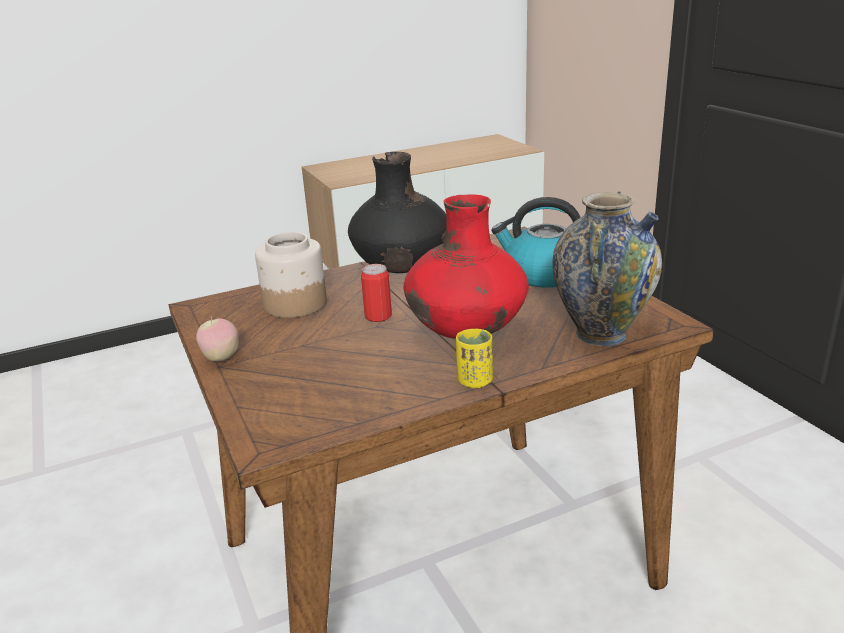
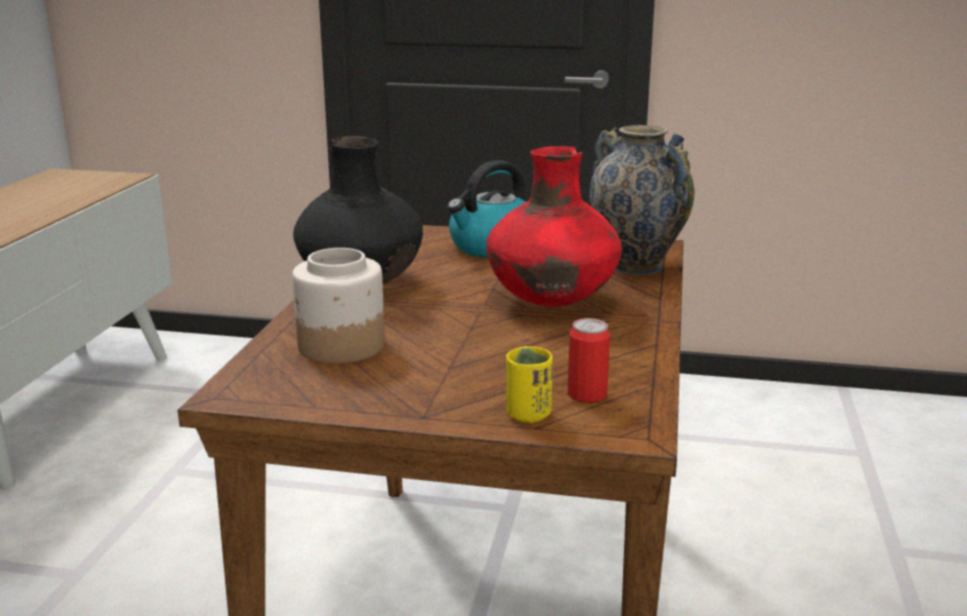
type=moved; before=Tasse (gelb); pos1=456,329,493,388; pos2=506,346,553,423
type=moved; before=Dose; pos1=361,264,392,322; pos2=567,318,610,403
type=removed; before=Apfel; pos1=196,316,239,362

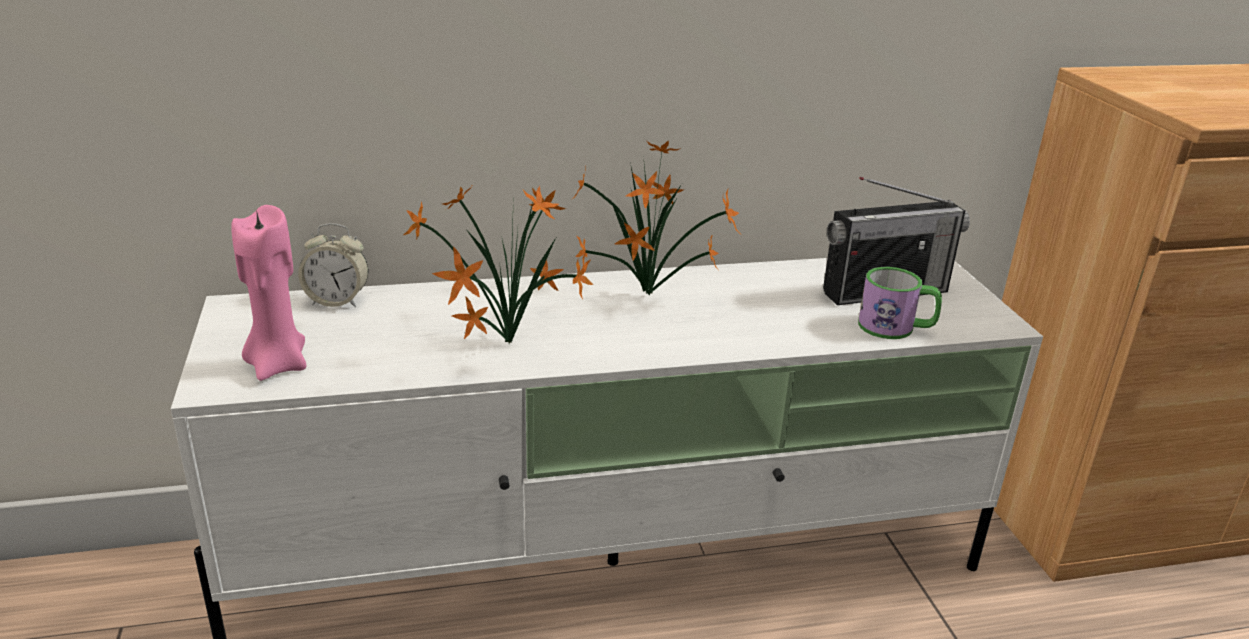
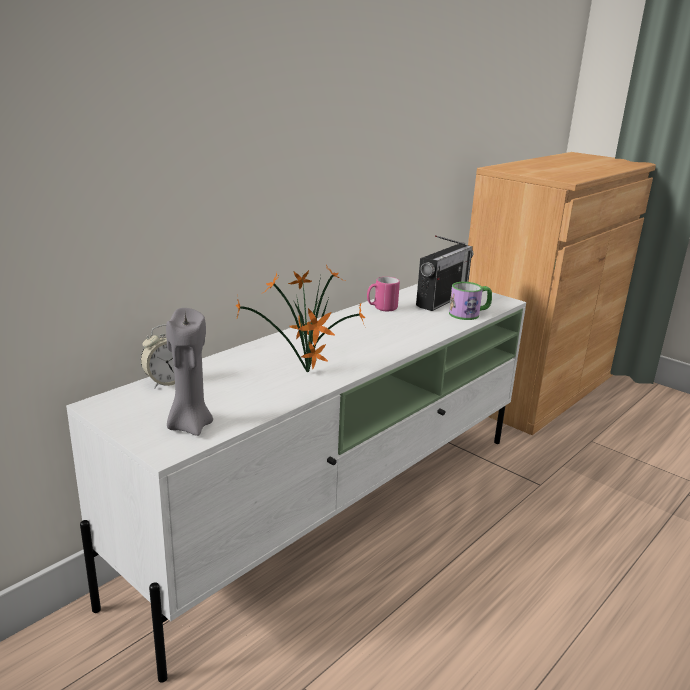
type=recoloured; before=Kerze (rosa); after=Kerze (grau); pos1=231,205,307,381; pos2=166,308,213,436
type=added; after=Henkelbecher (rosa); pos2=367,277,400,312
type=removed; before=Topfpflanze; pos1=571,140,740,296

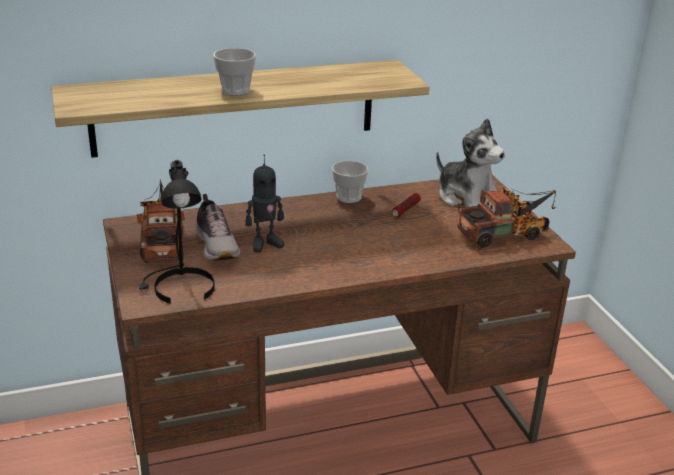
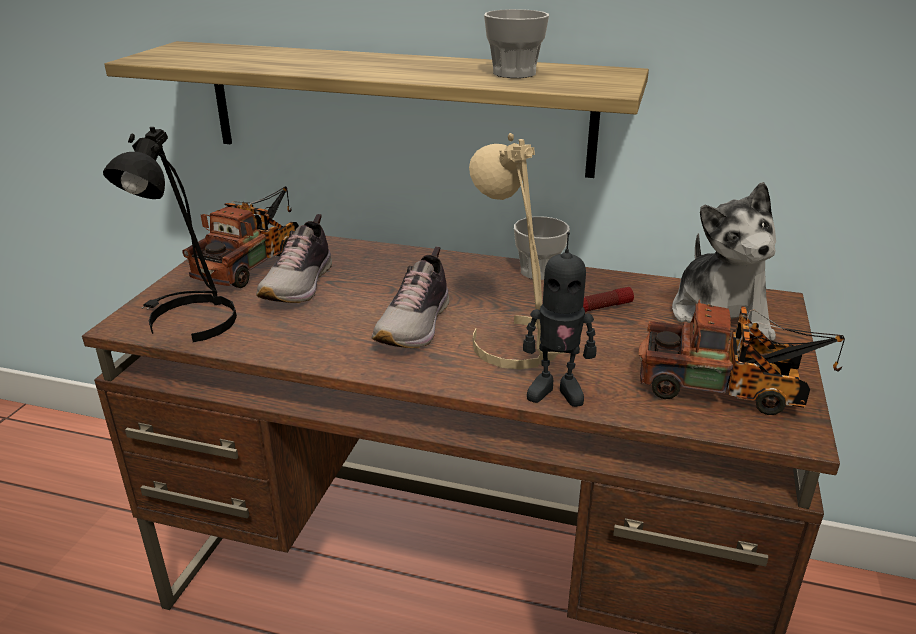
type=added; after=Schuh; pos2=372,247,449,348
type=added; after=Tischlampe (beige); pos2=469,133,563,370
type=moved; before=Tasse; pos1=213,48,256,96; pos2=484,9,549,78
type=moved; before=Spielzeugroboter; pos1=245,154,284,252; pos2=523,232,596,407

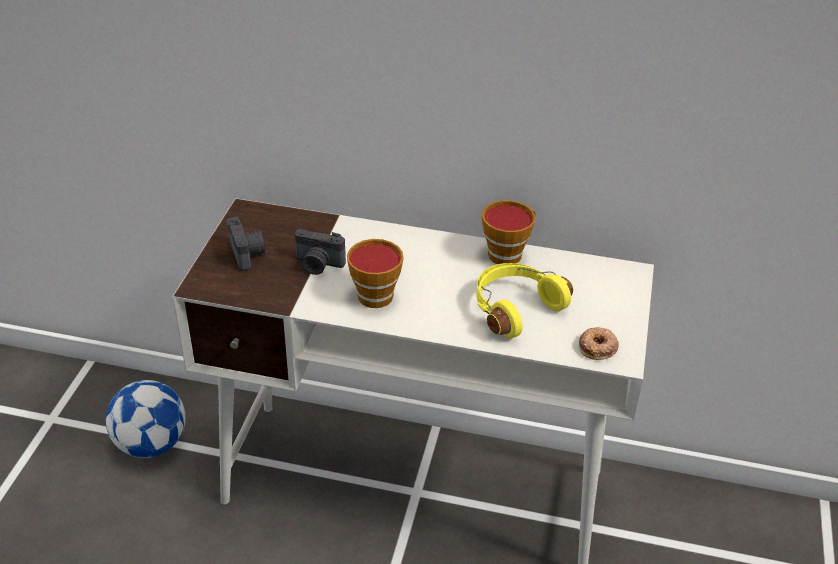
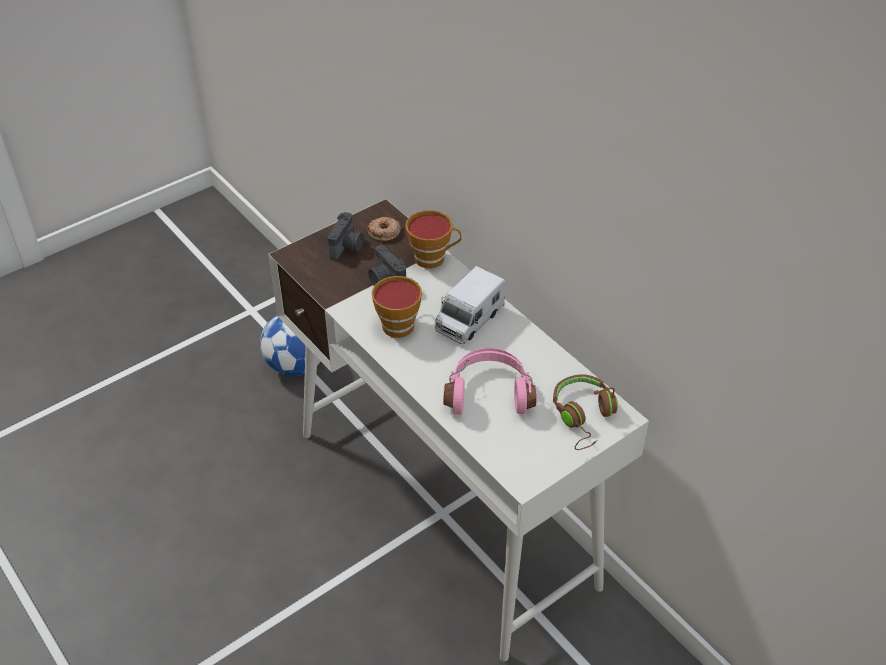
type=moved; before=Donut; pos1=579,327,619,360; pos2=368,217,401,241
type=moved; before=Tasse; pos1=482,200,536,264; pos2=405,210,462,268
type=added; after=Spielzeuglaster; pos2=435,266,505,344
type=recoloured; before=Kopfhörer (gelb); after=Kopfhörer (rosa); pos1=476,263,573,338; pos2=443,348,537,415
type=added; after=Kopfhörer (braun); pos2=553,374,618,450

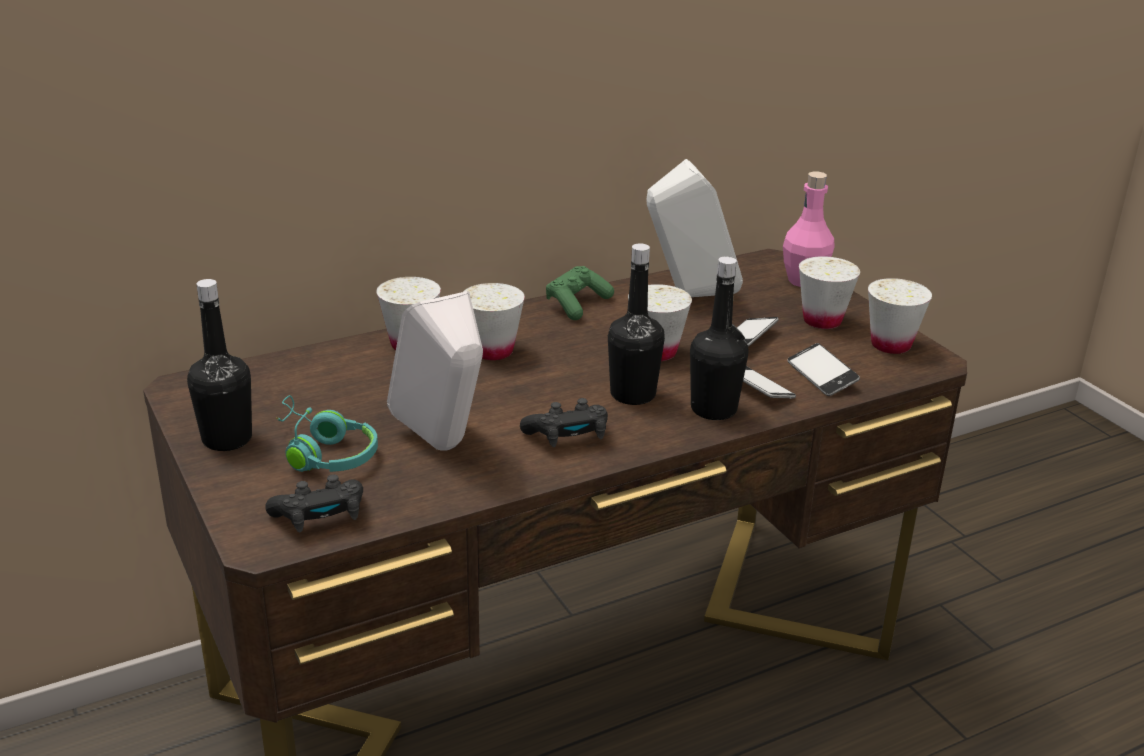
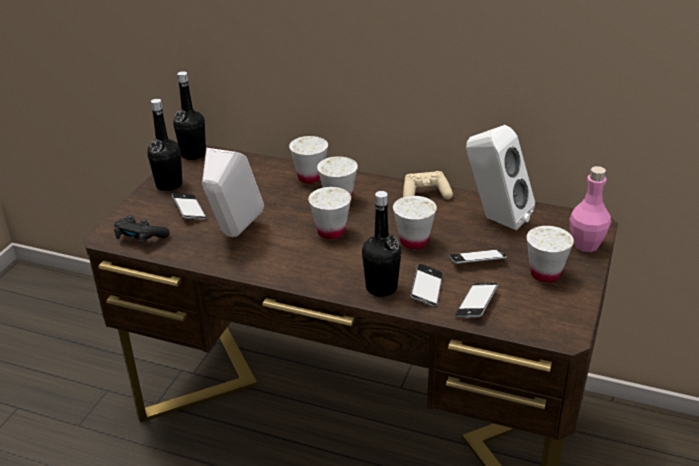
type=replaced; before=Kopfhörer (türkis); after=Handy; pos1=276,395,378,472; pos2=172,193,207,220
type=moved; before=Flasche (schwarz); pos1=608,243,665,405; pos2=173,71,206,160
type=moved; before=Tasse (weiß); pos1=868,278,932,354; pos2=308,187,351,239
type=recoloured; before=Gamepad (grün); after=Gamepad (beige); pos1=546,266,614,320; pos2=403,171,453,200
type=removed; before=Gamepad (schwarz); pos1=520,398,608,447

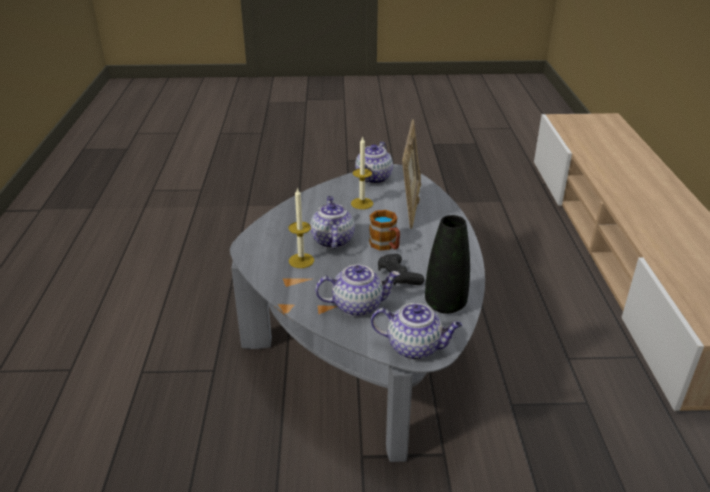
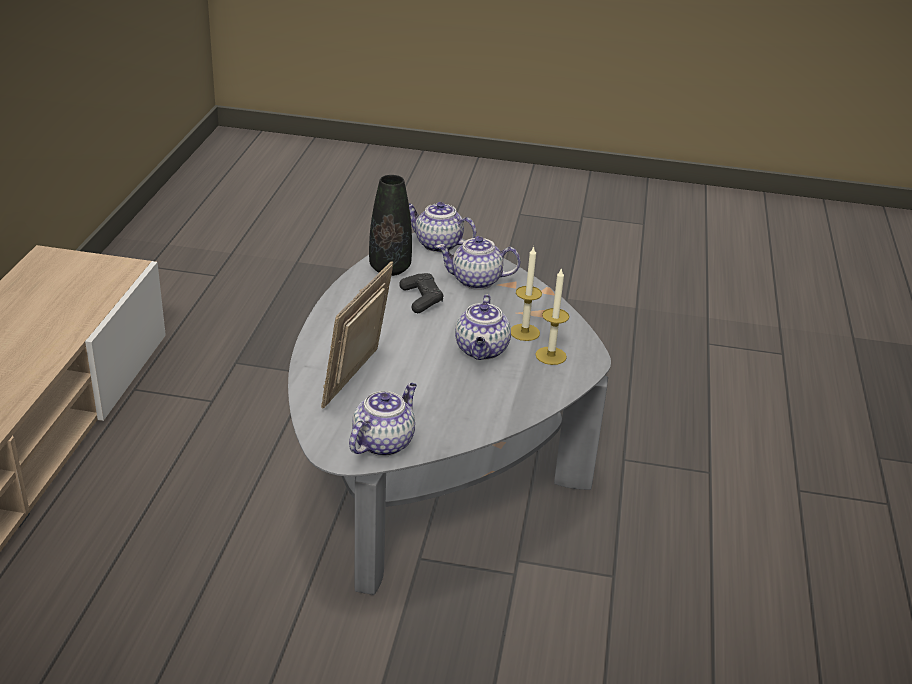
type=moved; before=Kerze; pos1=351,136,373,209; pos2=535,268,569,365
type=removed; before=Henkelbecher; pos1=369,210,400,251

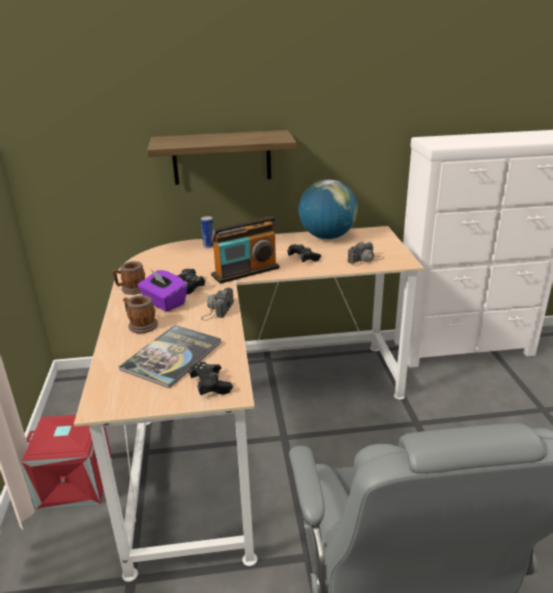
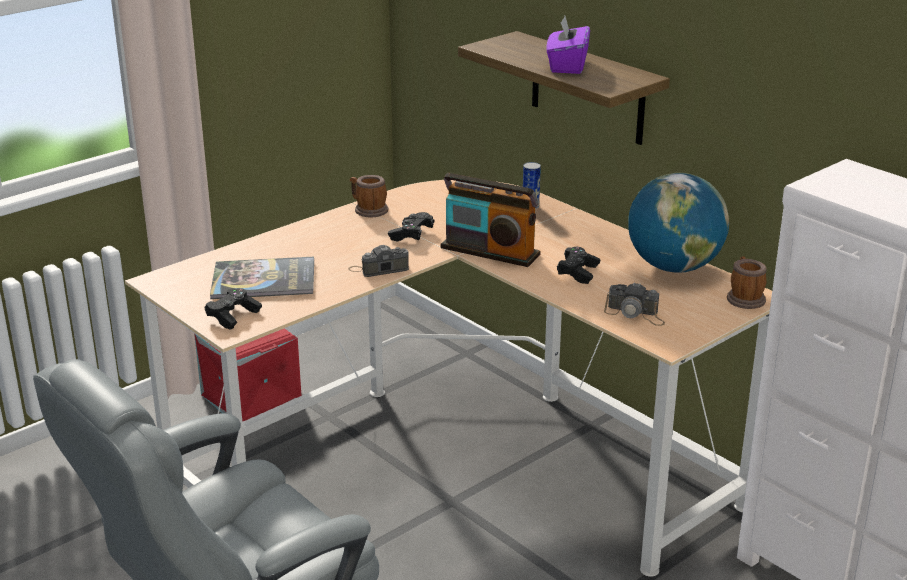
type=moved; before=Taschentuchbox (lila); pos1=137,270,187,312; pos2=546,16,590,74
type=moved; before=Henkelbecher; pos1=123,295,158,334; pos2=727,256,767,309

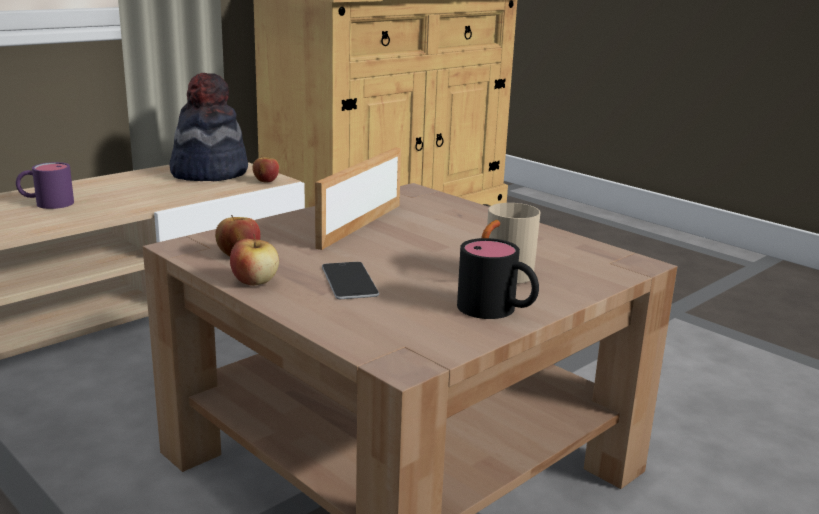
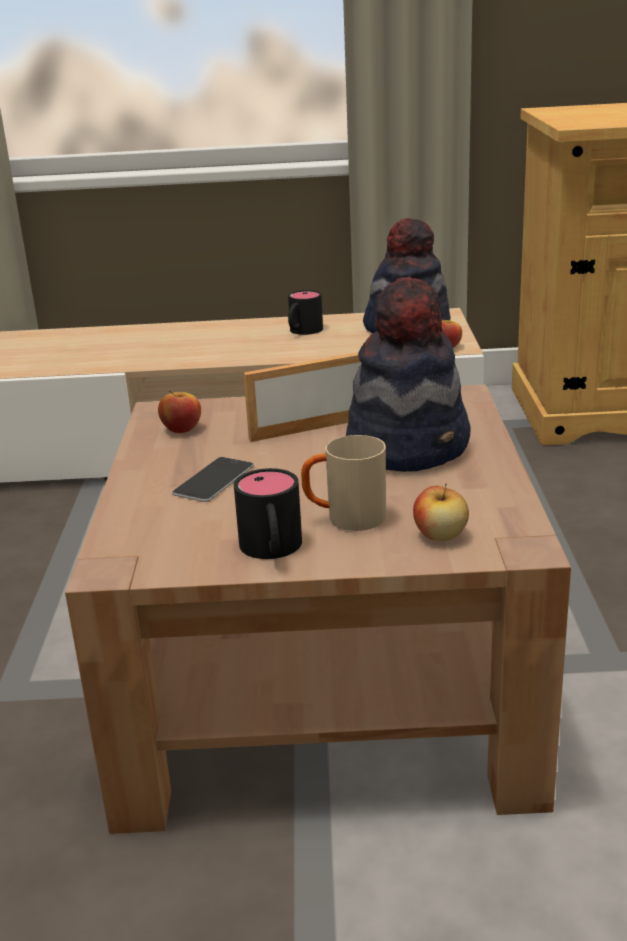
type=added; after=Henkelbecher (schwarz); pos2=288,290,323,335
type=added; after=Hut; pos2=346,276,471,472
type=moved; before=Apfel; pos1=230,234,279,286; pos2=413,484,469,541
type=removed; before=Henkelbecher (lila); pos1=16,162,74,209

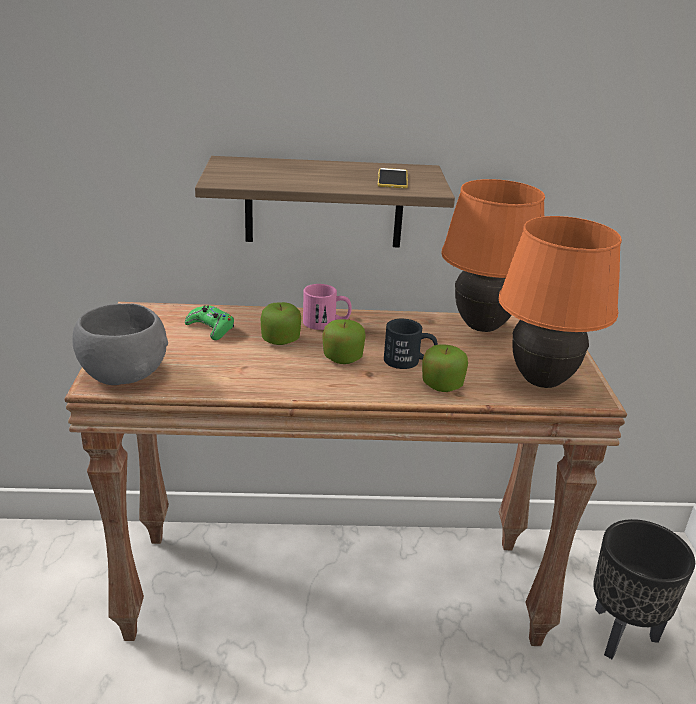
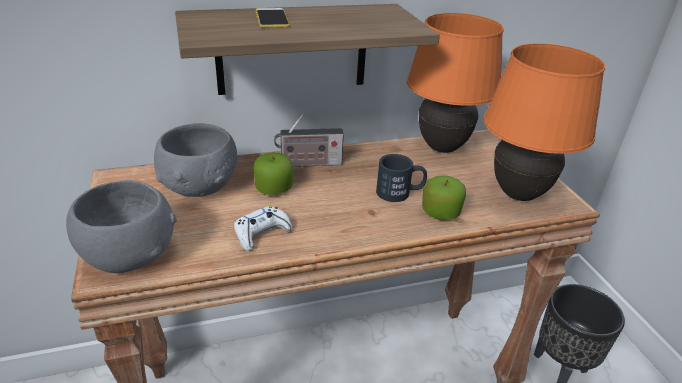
type=replaced; before=Gamepad (grün); after=Schüssel (grau); pos1=185,305,234,340; pos2=154,123,237,197
type=added; after=Gamepad (weiß); pos2=234,206,293,251
type=moved; before=Handy; pos1=377,168,408,188; pos2=256,8,290,28
type=replaced; before=Henkelbecher (rosa); after=Radio; pos1=303,284,352,330; pos2=274,113,344,167
type=removed; before=Apfel; pos1=322,319,366,364

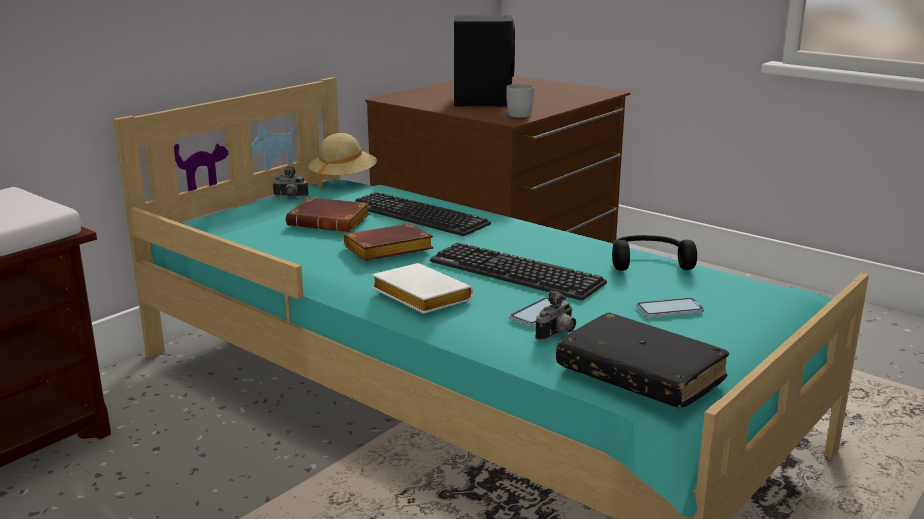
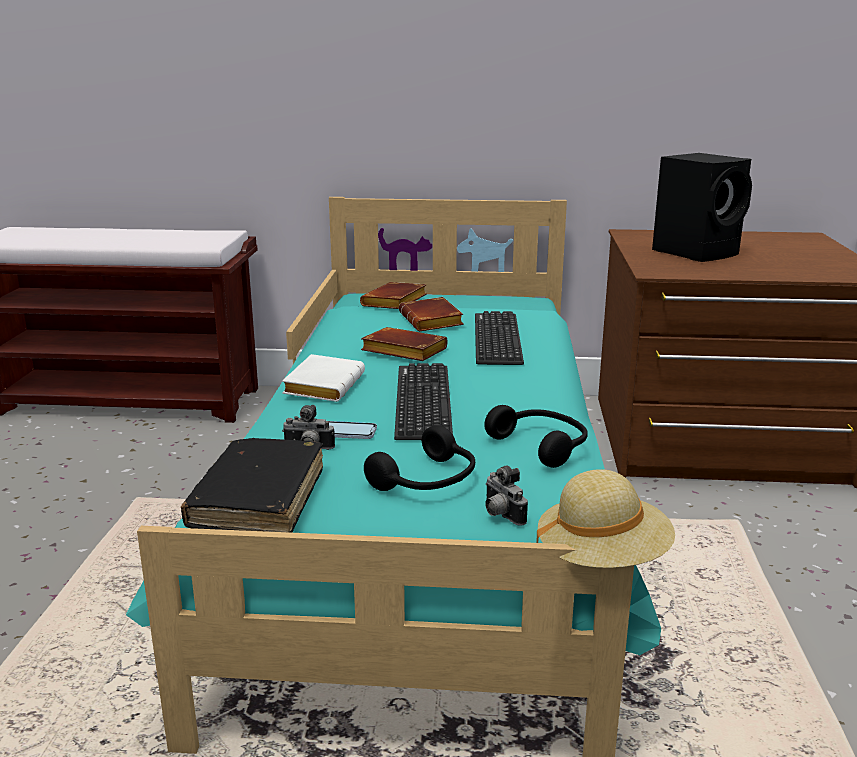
type=added; after=Buch (braun); pos2=360,282,427,309
type=replaced; before=Handy; after=Kopfhörer (schwarz); pos1=636,298,704,318; pos2=364,425,475,491
type=moved; before=Kamera; pos1=272,167,308,198; pos2=485,465,528,526
type=moved; before=Hut (beige); pos1=308,133,377,188; pos2=536,469,675,568
type=removed; before=Henkelbecher (weiß); pos1=506,84,534,118

